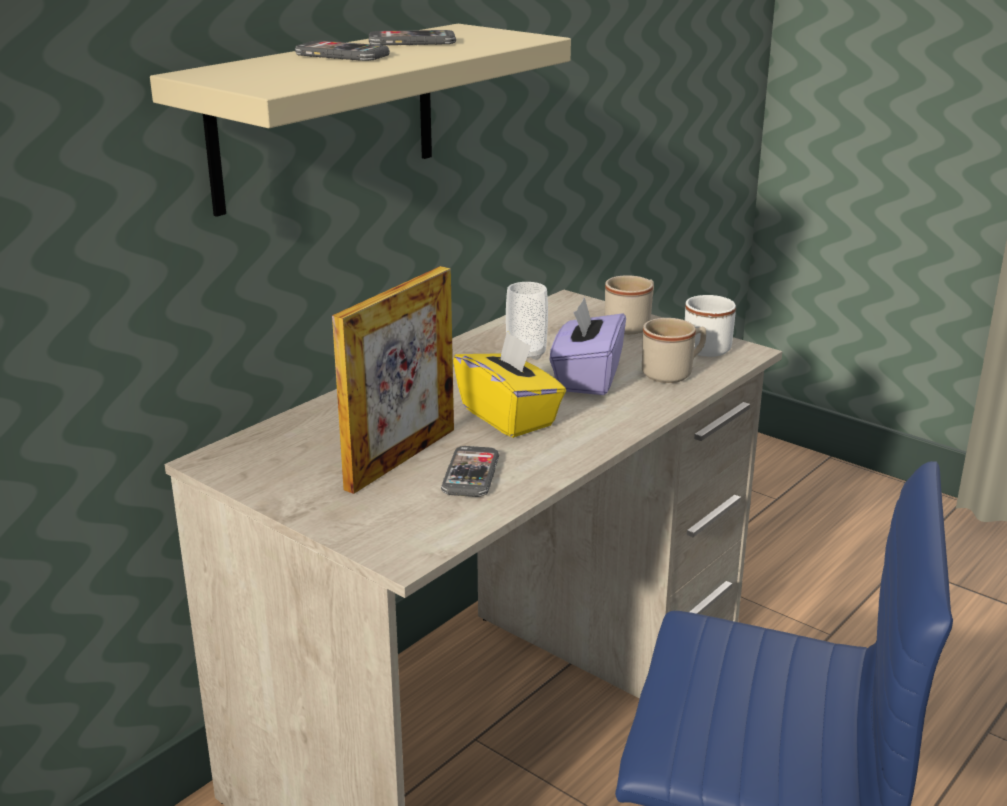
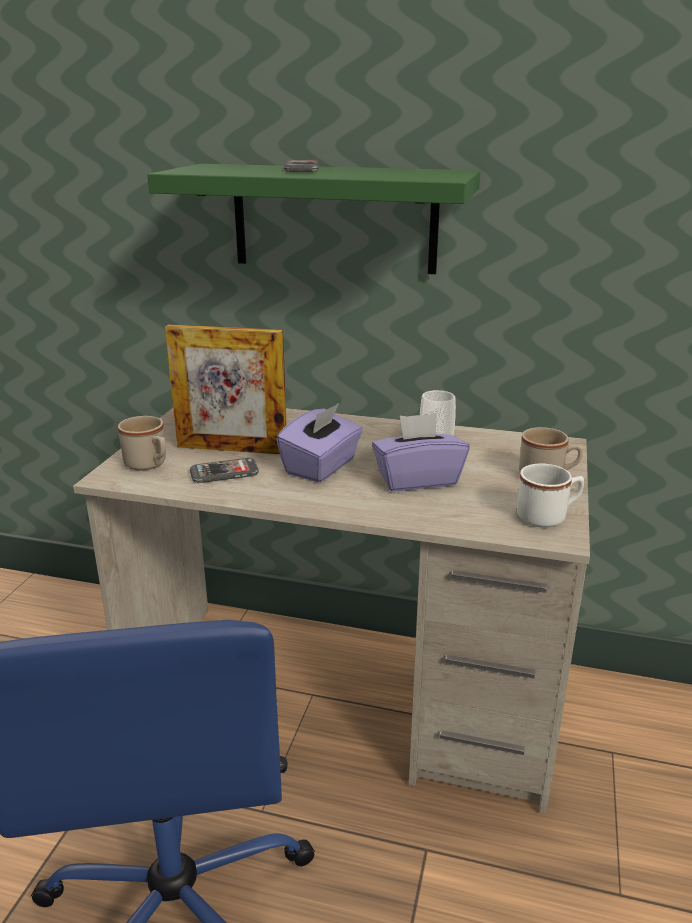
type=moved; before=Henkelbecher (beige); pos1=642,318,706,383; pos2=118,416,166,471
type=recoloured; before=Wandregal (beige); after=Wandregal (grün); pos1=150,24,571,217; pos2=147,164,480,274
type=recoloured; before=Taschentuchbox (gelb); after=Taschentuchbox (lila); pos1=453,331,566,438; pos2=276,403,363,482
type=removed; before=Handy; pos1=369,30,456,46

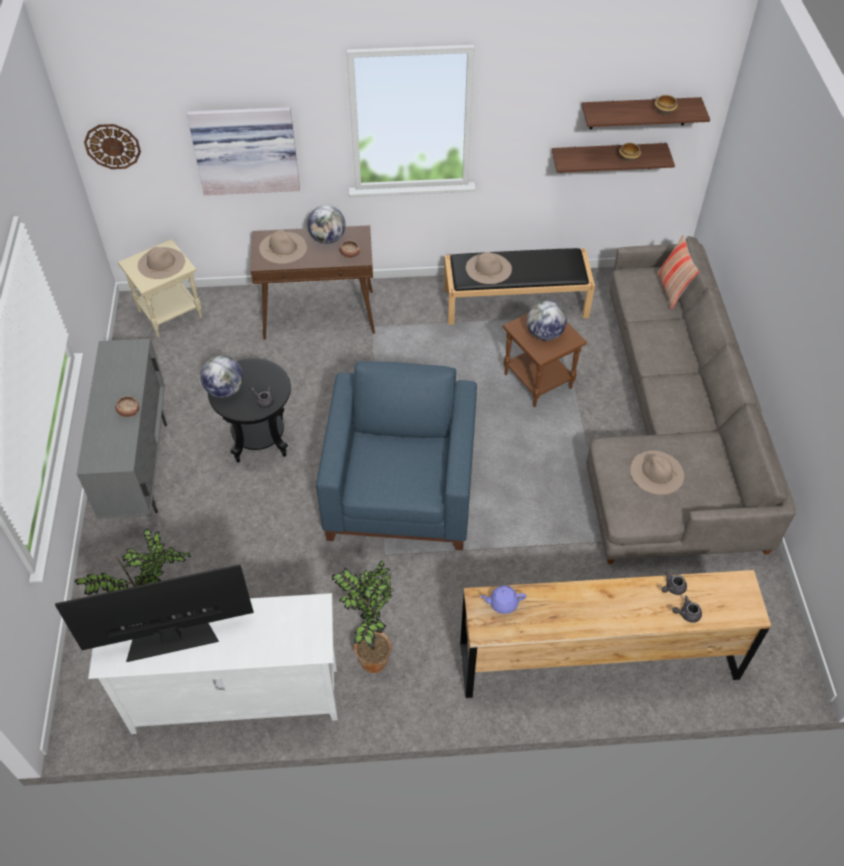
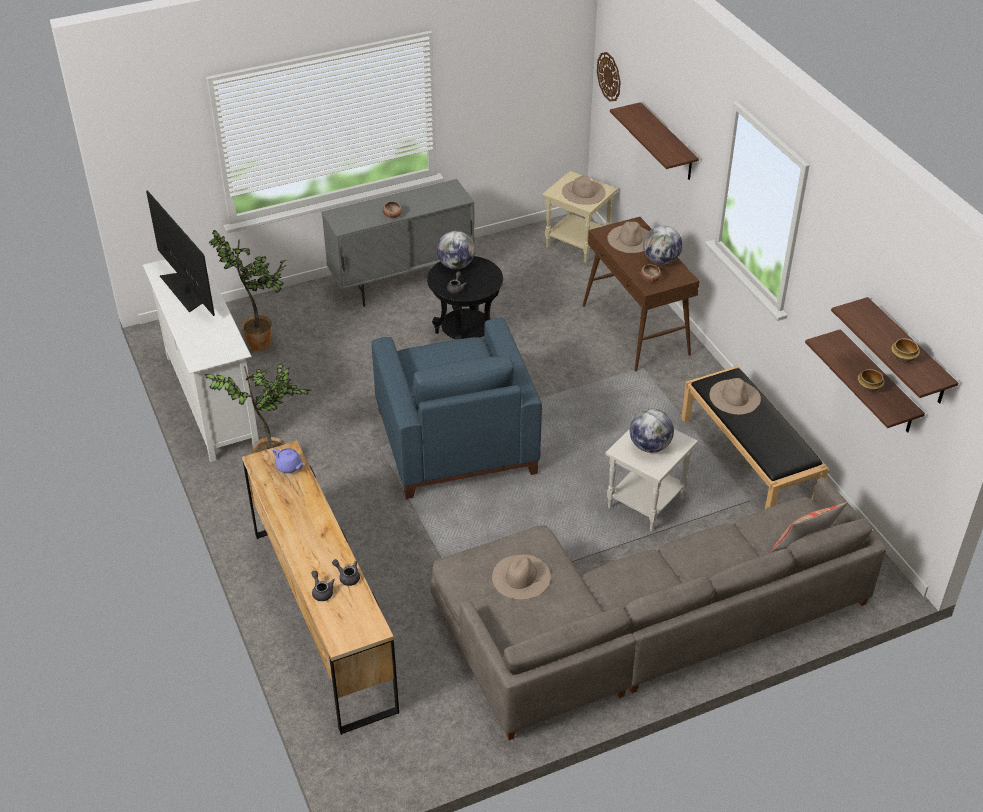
type=turned; before=Teekanne (lila); pos1=480,585,526,614; pos2=273,448,305,473; turn=150
type=turned; before=Sessel (blau); pos1=316,361,477,551; pos2=371,318,542,500; turn=90
type=recoloured; before=Beistelltisch (braun); after=Beistelltisch (weiß); pos1=503,313,587,407; pos2=605,429,698,531
type=replaced; before=Bild; after=Wandregal; pos1=187,107,300,195; pos2=610,102,699,180

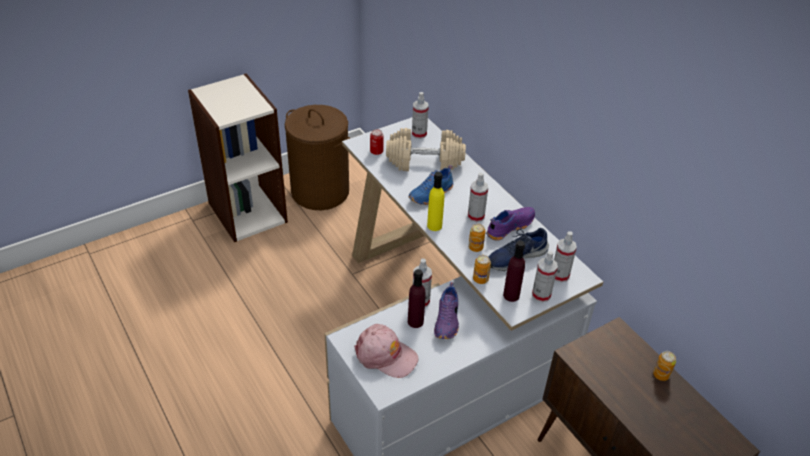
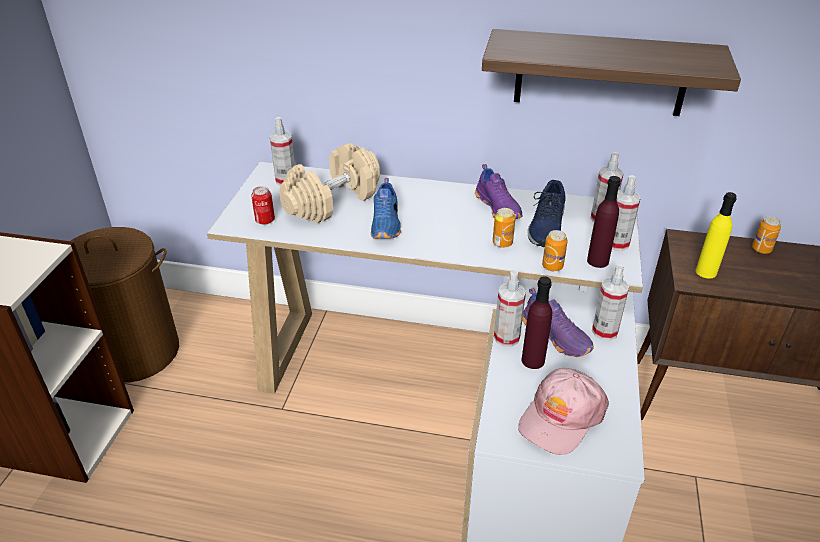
type=turned; before=Schuh (lila); pos1=486,207,535,241; pos2=475,164,522,219; turn=150
type=added; after=Wandregal; pos2=482,29,741,116
type=turned; before=Kappe (rosa); pos1=354,324,418,378; pos2=518,368,609,455; turn=150
type=moved; before=Sprühflasche; pos1=468,173,488,222; pos2=592,265,629,340
type=moved; before=Flasche (gelb); pos1=427,172,444,231; pos2=696,192,737,279

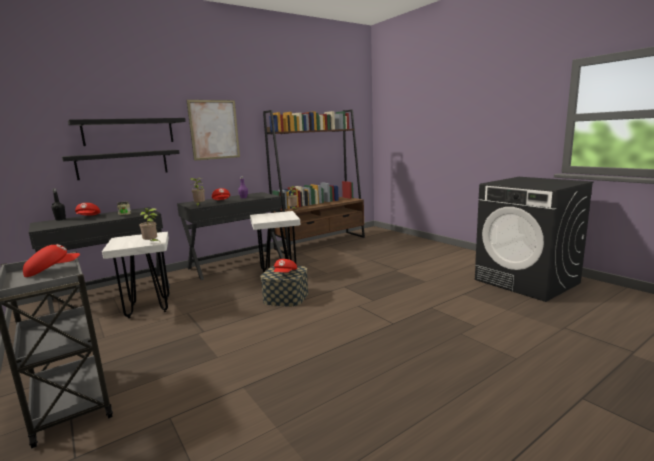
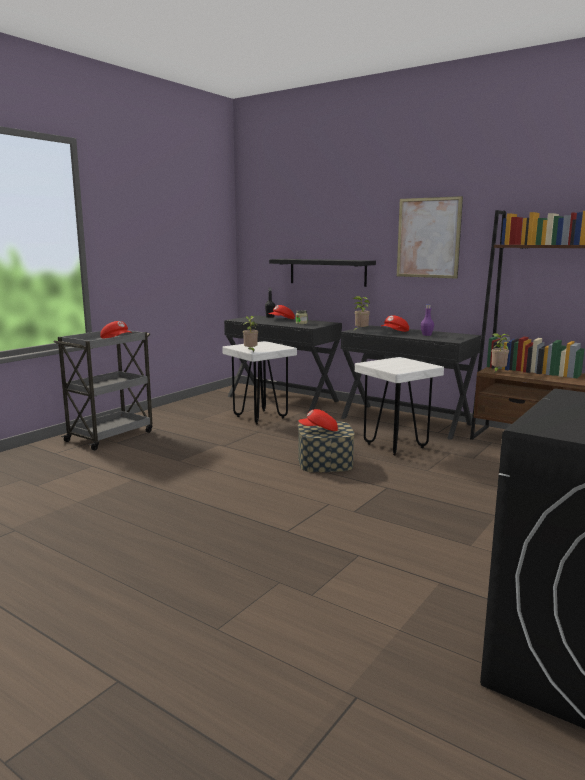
type=removed; before=Wandregal (schwarz); pos1=68,118,186,146

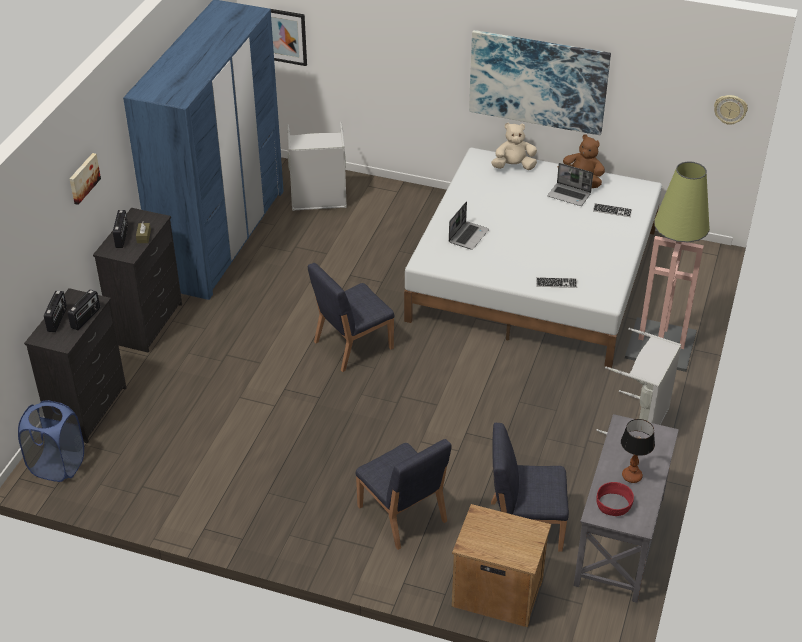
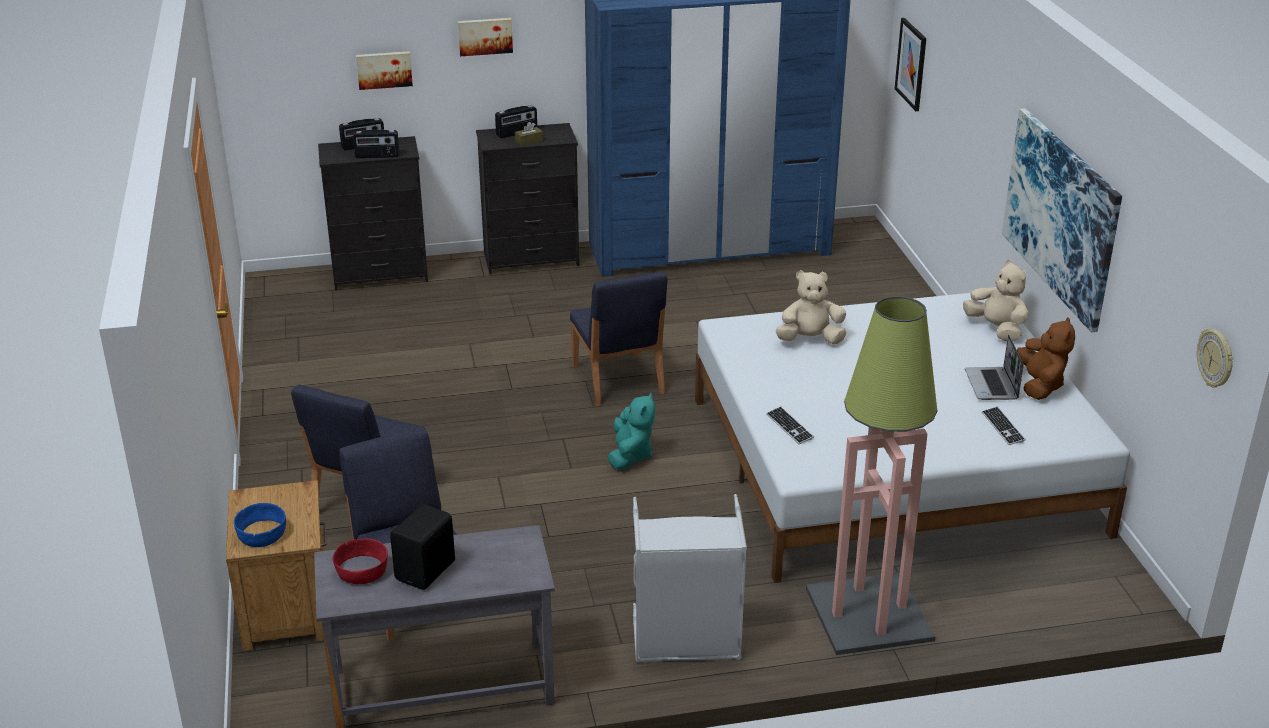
type=added; after=Schüssel (blau); pos2=234,503,286,547
type=added; after=Bild; pos2=356,51,413,90
type=replaced; before=Tischlampe; after=Lautsprecher (schwarz); pos1=621,419,655,483; pos2=390,504,455,590
type=turned; before=Stuhl (blau); pos1=308,263,395,372; pos2=570,271,667,406; turn=-135
type=added; after=Plüschtier (türkis); pos2=608,393,655,470
type=replaced; before=Laptop; after=Plüschtier (beige); pos1=449,201,489,250; pos2=775,270,846,344
type=removed; before=Wäschekorb (blau); pos1=18,400,84,482
type=removed; before=Wäschekorb (grau); pos1=287,122,347,211

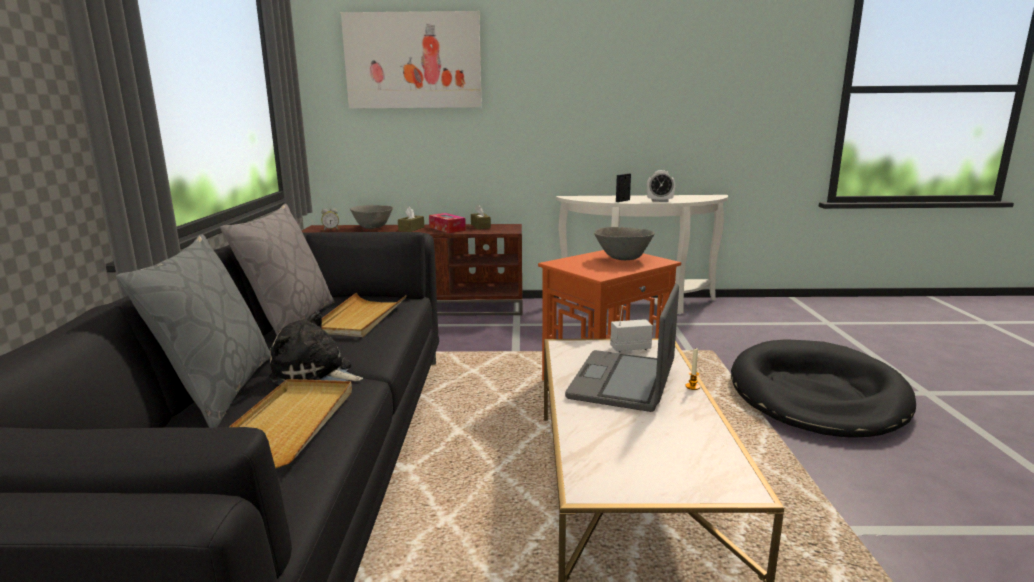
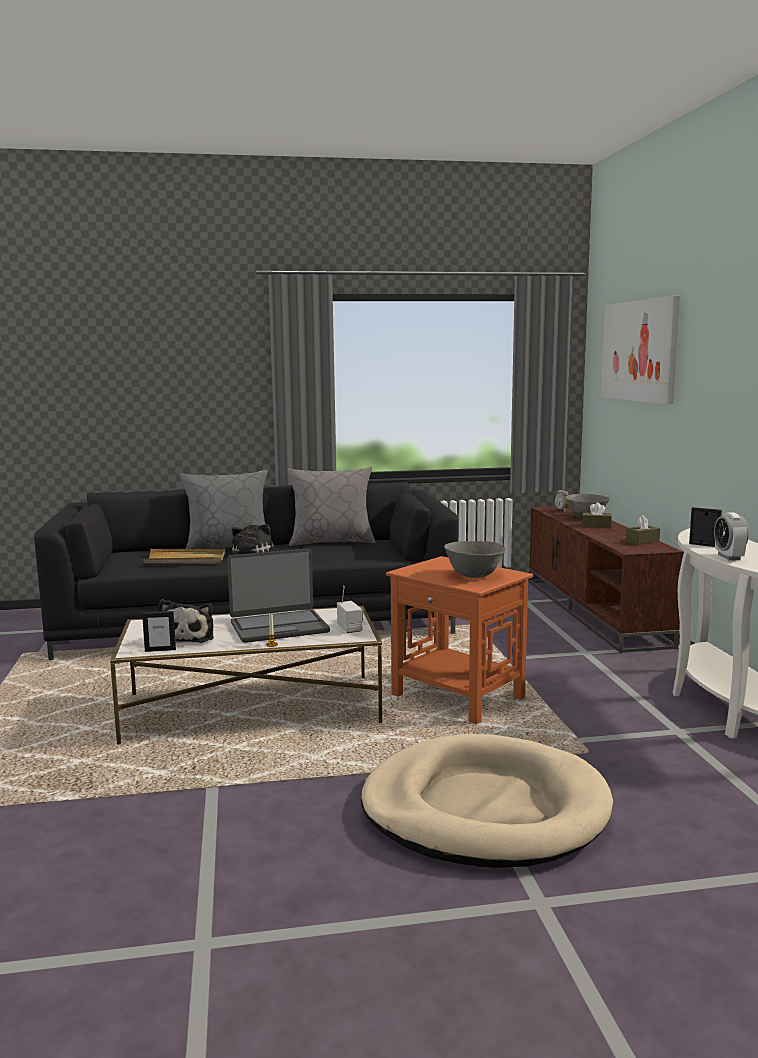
type=added; after=Bilderrahmen; pos2=142,611,176,652
type=added; after=Plüschtier; pos2=158,599,214,643
type=turned; before=Laptop; pos1=565,284,679,412; pos2=227,548,330,643; turn=150
type=recoloured; before=Hundebett (schwarz); after=Hundebett (beige); pos1=731,339,916,438; pos2=361,734,613,868
type=removed; before=Tablett (beige); pos1=321,293,407,337
type=removed; before=Taschentuchbox; pos1=429,213,466,233

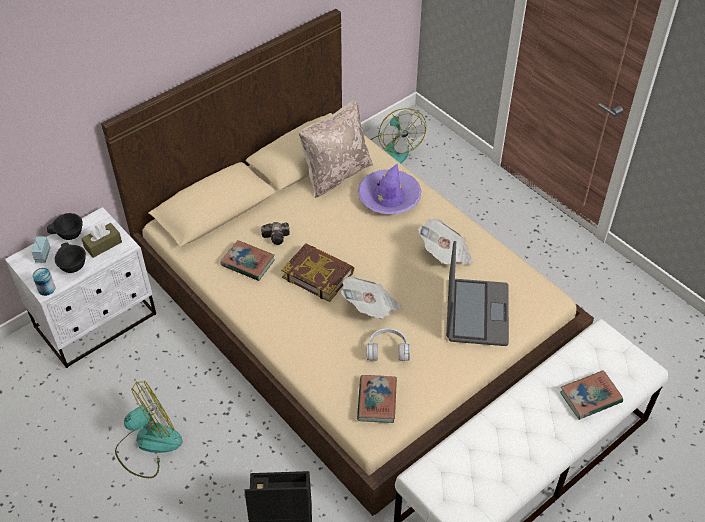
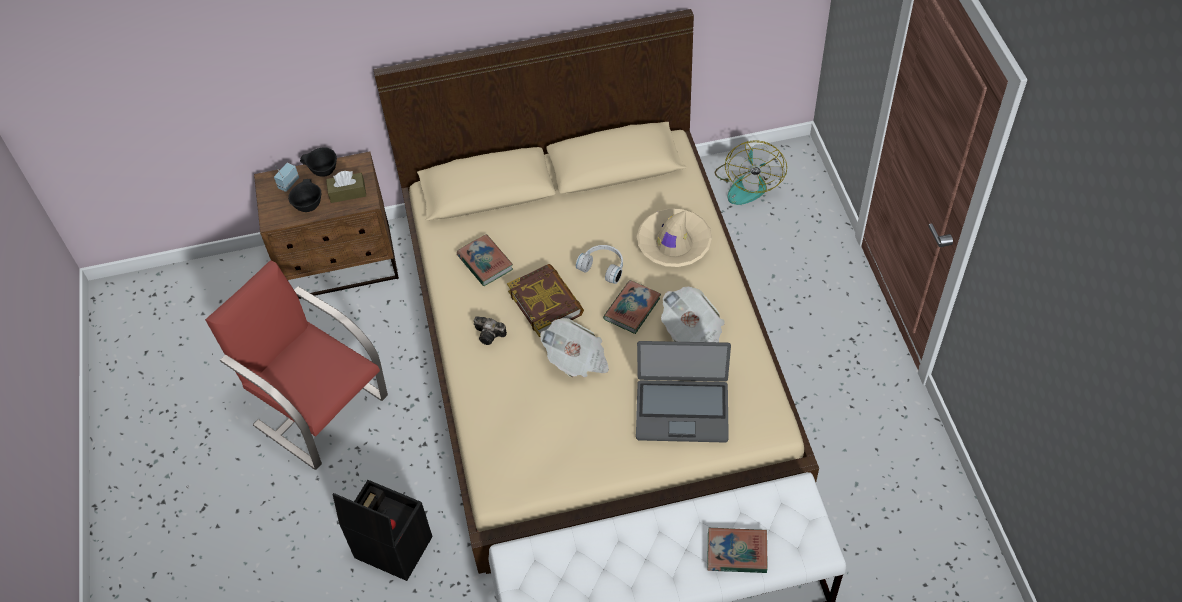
type=replaced; before=Ventilator; after=Stuhl (rot); pos1=115,381,183,478; pos2=205,260,388,470
type=recoloured; before=Nachttisch (weiß); after=Nachttisch (braun); pos1=5,207,156,368; pos2=254,151,399,299
type=moved; before=Kamera; pos1=261,222,290,245; pos2=474,316,507,345
type=moved; before=Kopfhörer (weiß); pos1=367,328,410,361; pos2=576,245,623,284
type=moved; before=Buch; pos1=357,375,397,423; pos2=603,280,661,334
type=turned; before=Laptop; pos1=446,241,509,346; pos2=636,341,731,442; turn=60
type=recoloured; before=Hut (lila); after=Hut (beige); pos1=358,163,421,214; pos2=637,208,712,267
type=removed; before=Dose; pos1=32,268,55,296
type=removed; before=Kissen (beige); pos1=298,100,373,198

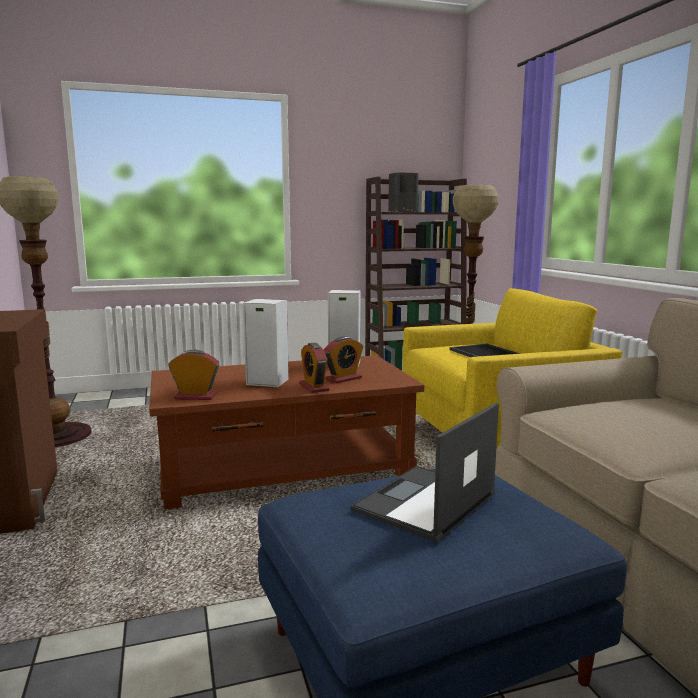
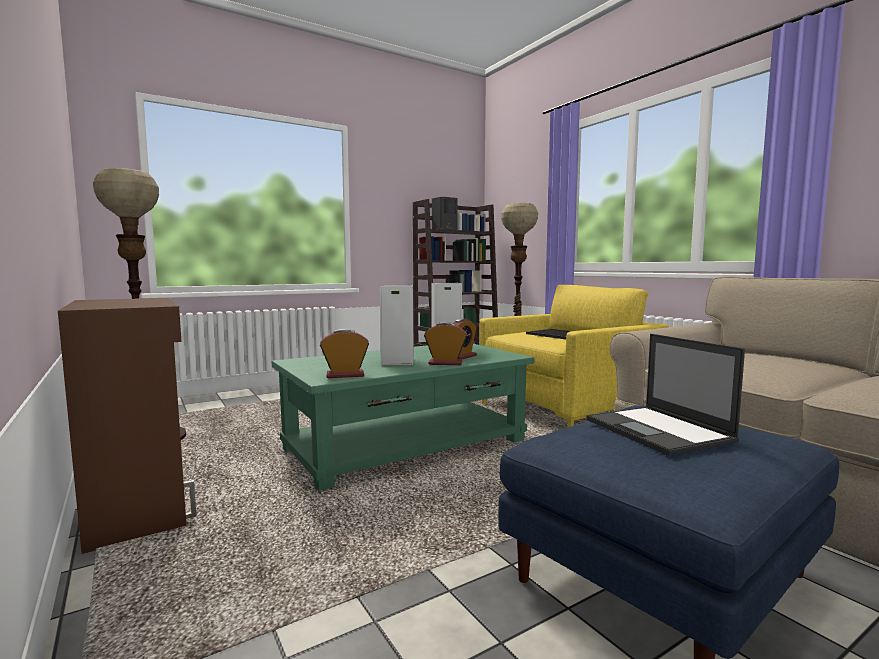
type=recoloured; before=Couchtisch (braun); after=Couchtisch (grün); pos1=149,355,425,510; pos2=272,344,535,491
type=turned; before=Wecker; pos1=299,343,330,393; pos2=424,322,467,365; turn=135
type=turned; before=Laptop; pos1=351,402,499,543; pos2=586,334,745,456; turn=-45

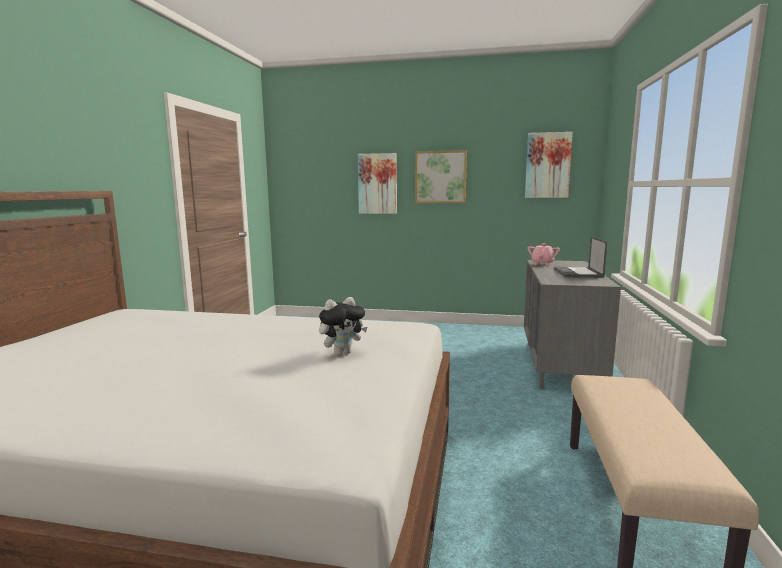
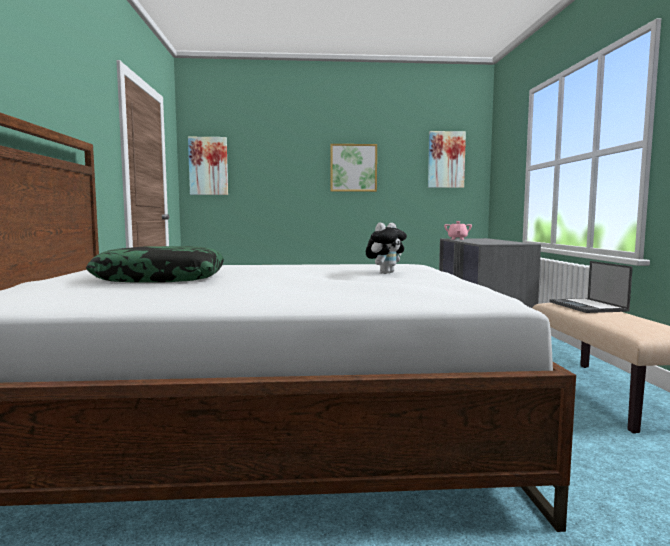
type=added; after=Kissen; pos2=86,246,224,283
type=moved; before=Bild; pos1=358,153,397,214; pos2=188,137,228,195
type=moved; before=Laptop; pos1=554,237,607,278; pos2=549,261,633,313

